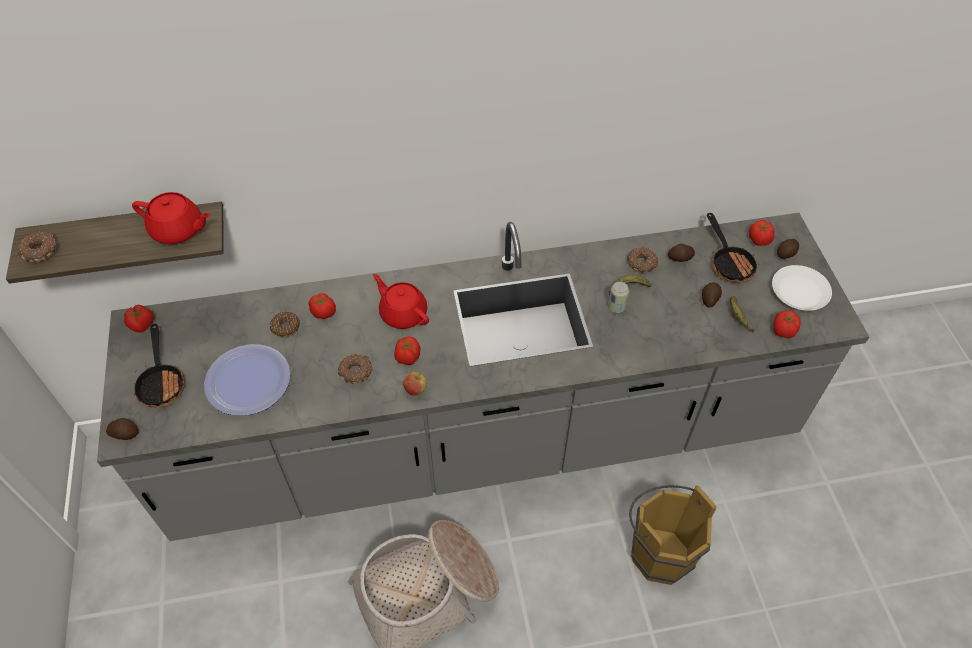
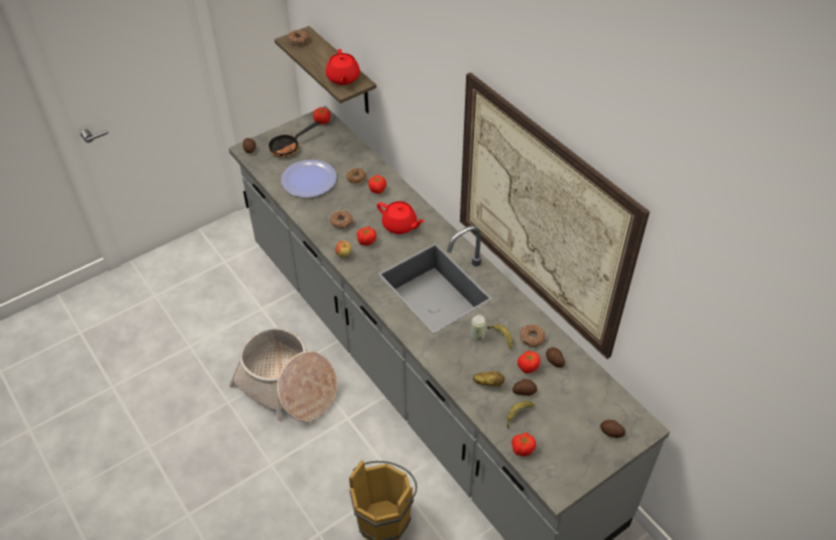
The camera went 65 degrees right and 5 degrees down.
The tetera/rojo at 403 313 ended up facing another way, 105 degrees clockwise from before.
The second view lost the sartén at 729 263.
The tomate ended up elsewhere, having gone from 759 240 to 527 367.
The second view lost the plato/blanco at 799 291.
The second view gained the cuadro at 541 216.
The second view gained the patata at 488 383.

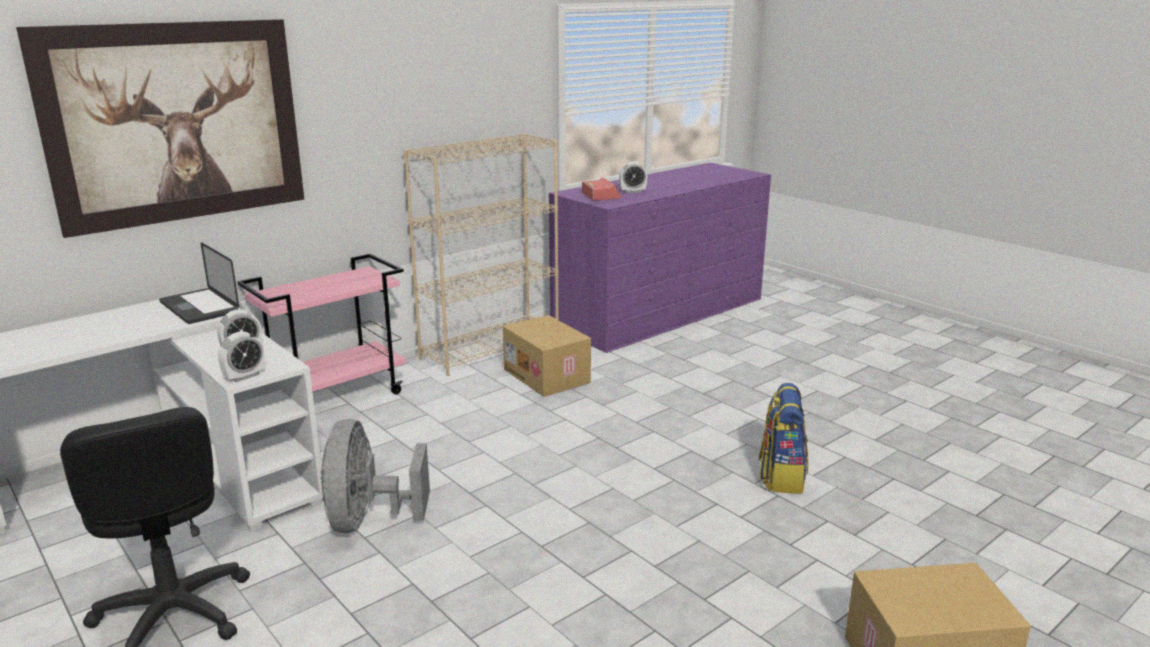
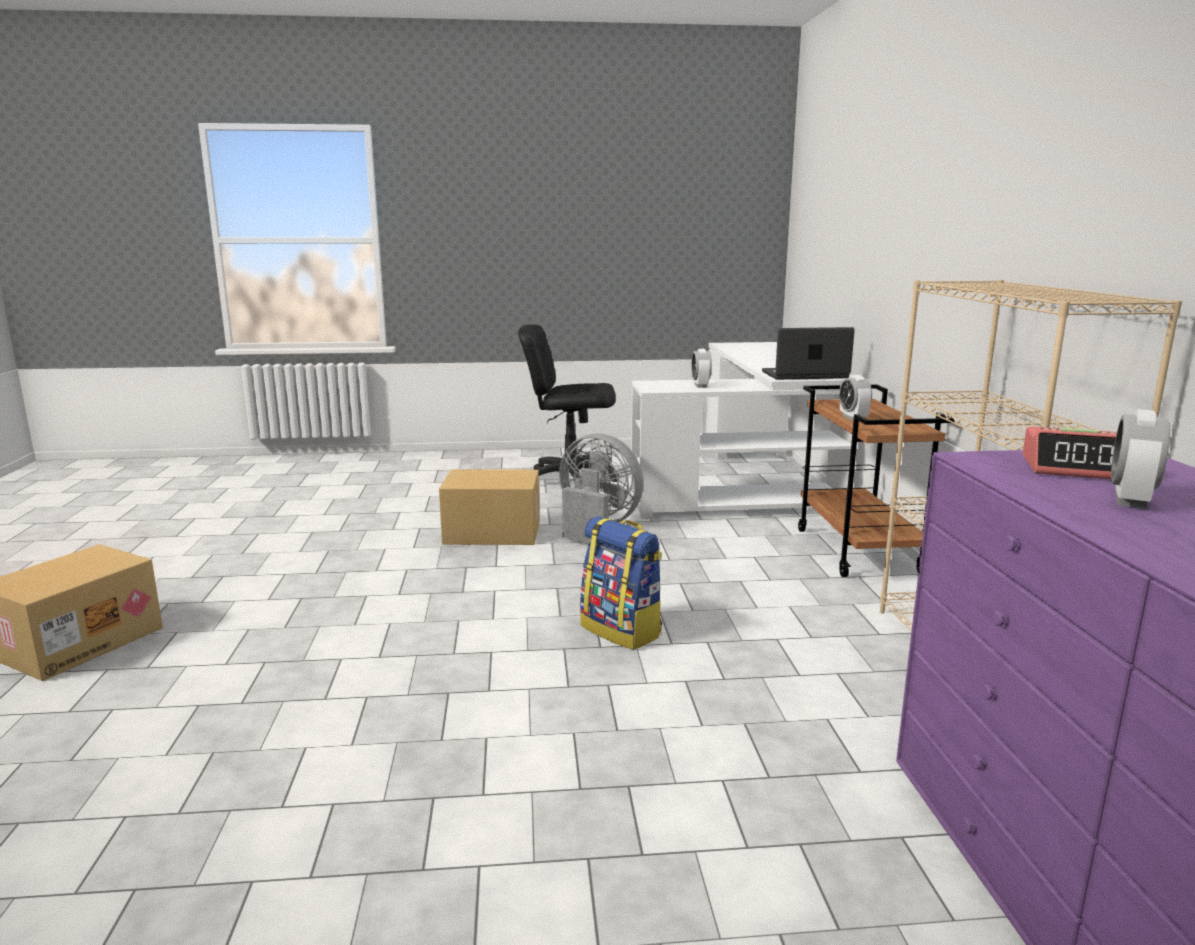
The camera went 125 degrees right and 5 degrees down.
The second view lost the cuadro at 176 123.
The despertador ended up elsewhere, having gone from 244 376 to 853 418.
What was the carrito/rosa at 336 396 turned into the carrito/marrón at 859 551.
The caja de cartón ended up elsewhere, having gone from 548 376 to 491 533.
The mochila ended up elsewhere, having gone from 781 476 to 622 631.

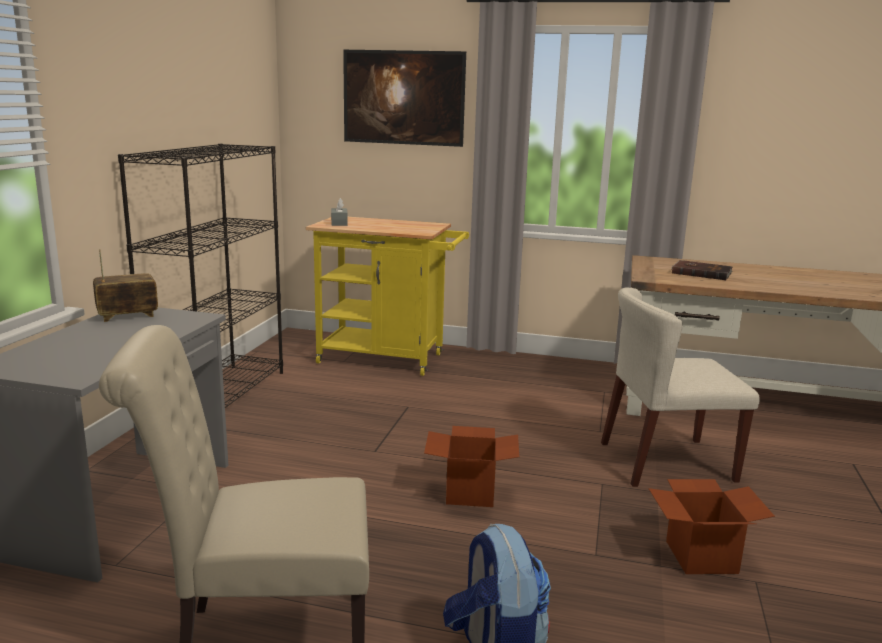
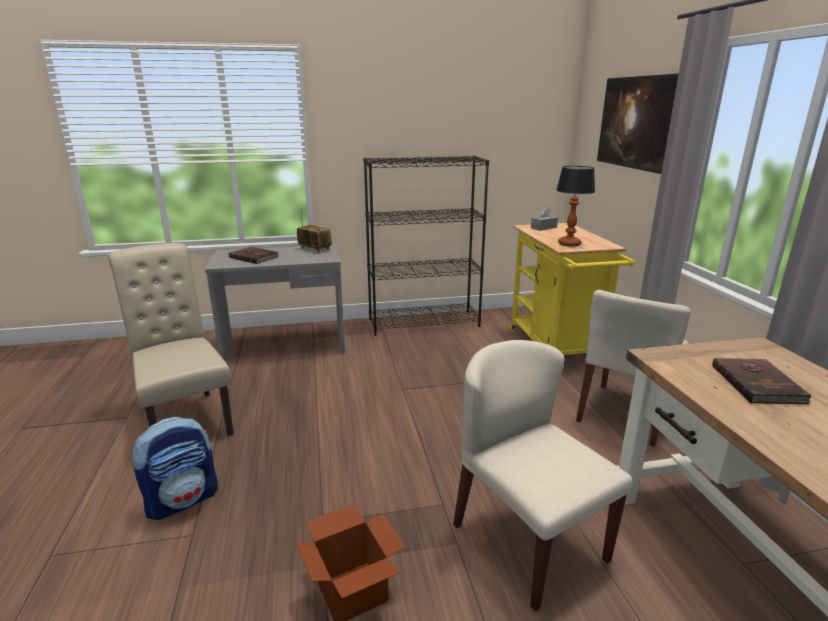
The camera went 65 degrees right and 5 degrees up.
The second view lost the caja de cartón at 470 493.
The second view gained the libro/marrón at 254 257.
The second view gained the lámpara de mesa at 568 244.
The second view gained the silla/beis at 625 414.

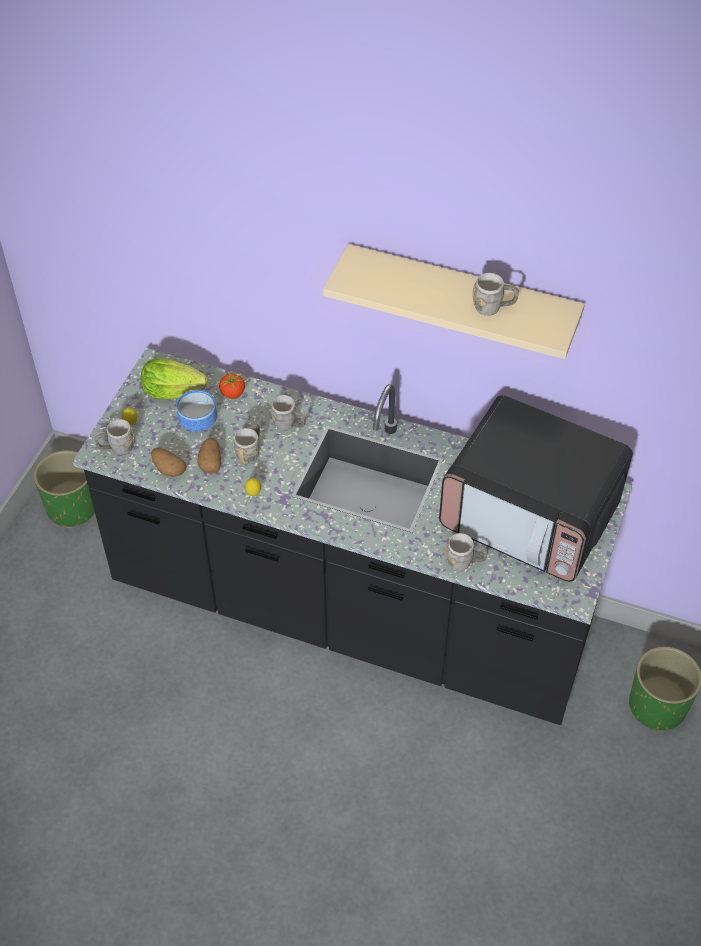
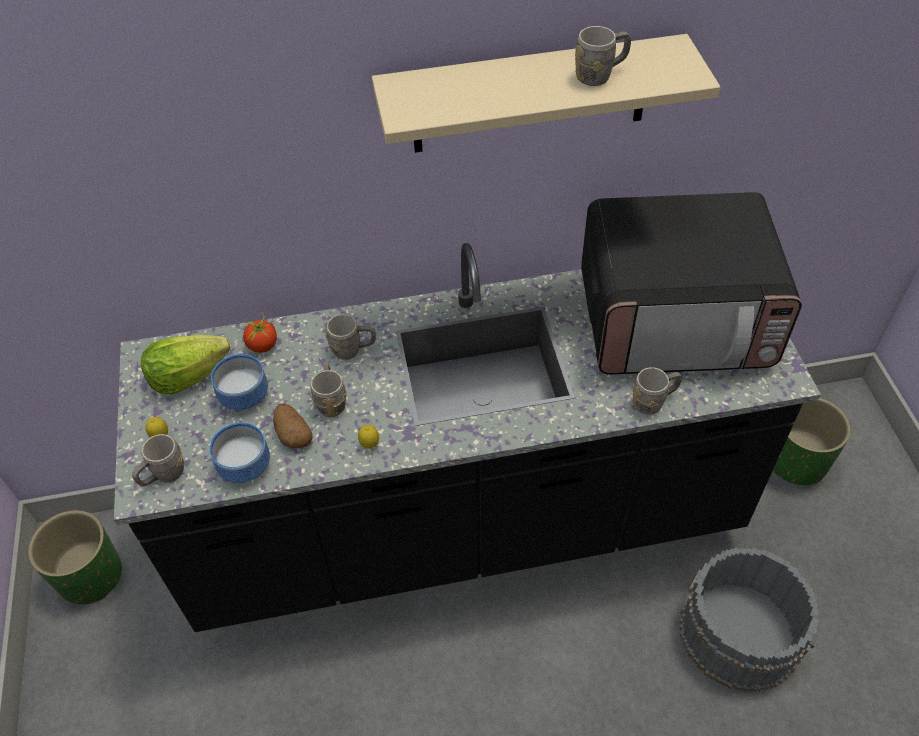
The camera went 30 degrees left and 0 degrees up.
Where the patata stood at 168 469, the cuenco came to stand at 246 467.
The second view gained the cubo/gris at 740 632.

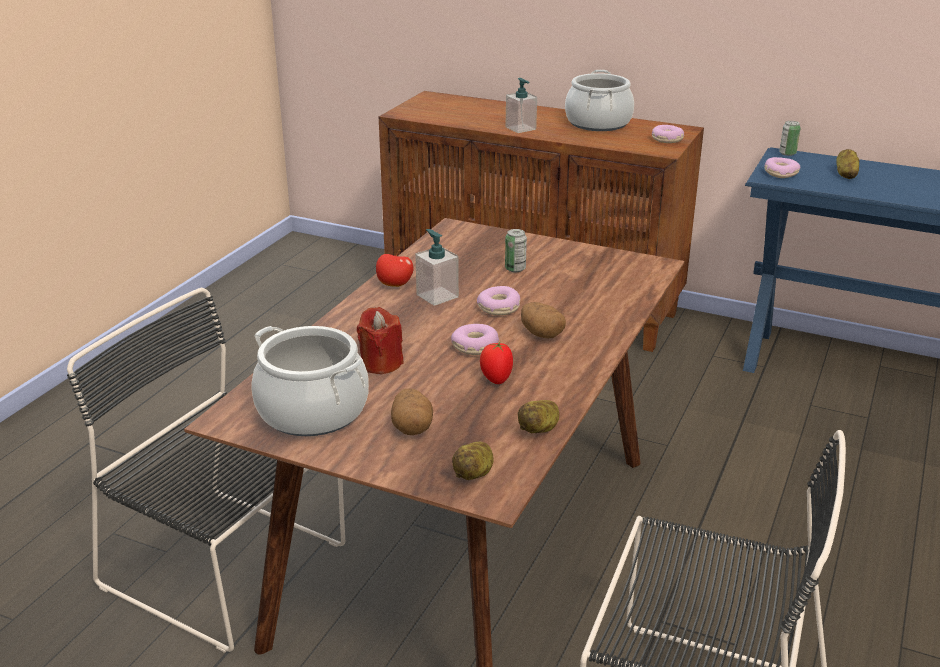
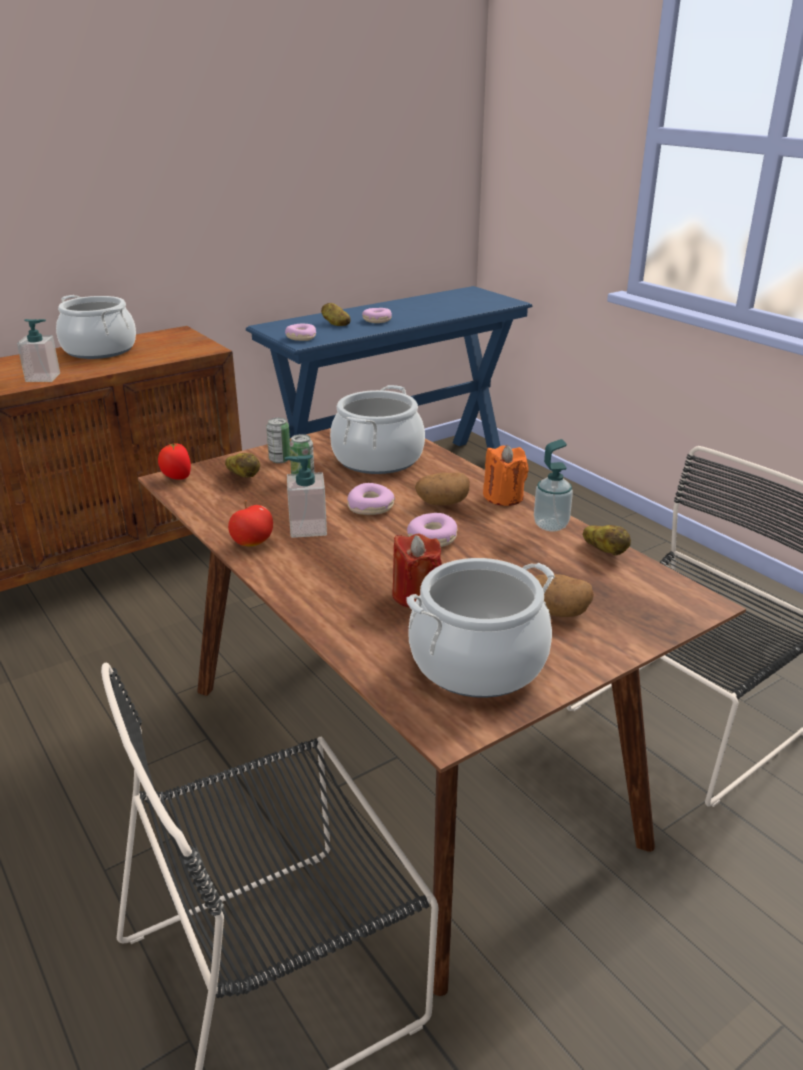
The camera went 60 degrees left and 0 degrees up.
The patata ended up elsewhere, having gone from 474 473 to 244 477.
The tomate ended up elsewhere, having gone from 496 379 to 176 478.
The rosquilla ended up elsewhere, having gone from 667 140 to 377 320.
The lata ended up elsewhere, having gone from 787 153 to 280 460.
The second view gained the olla at 378 459.
The second view gained the vela/naranja at 503 497.
The second view gained the dispensador de jabón at 550 525.

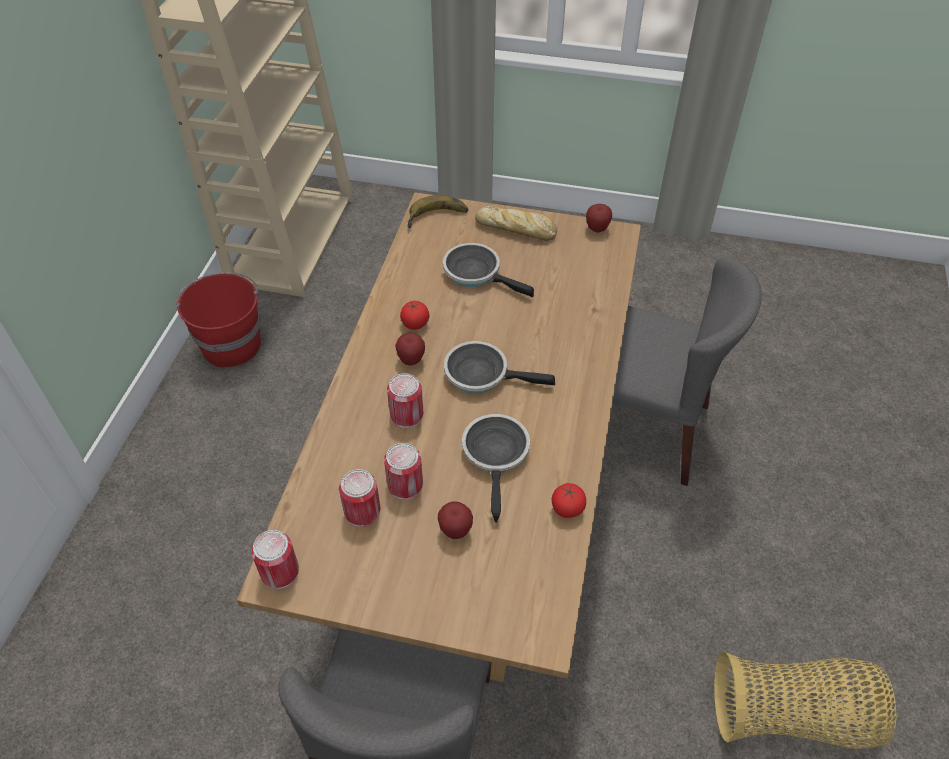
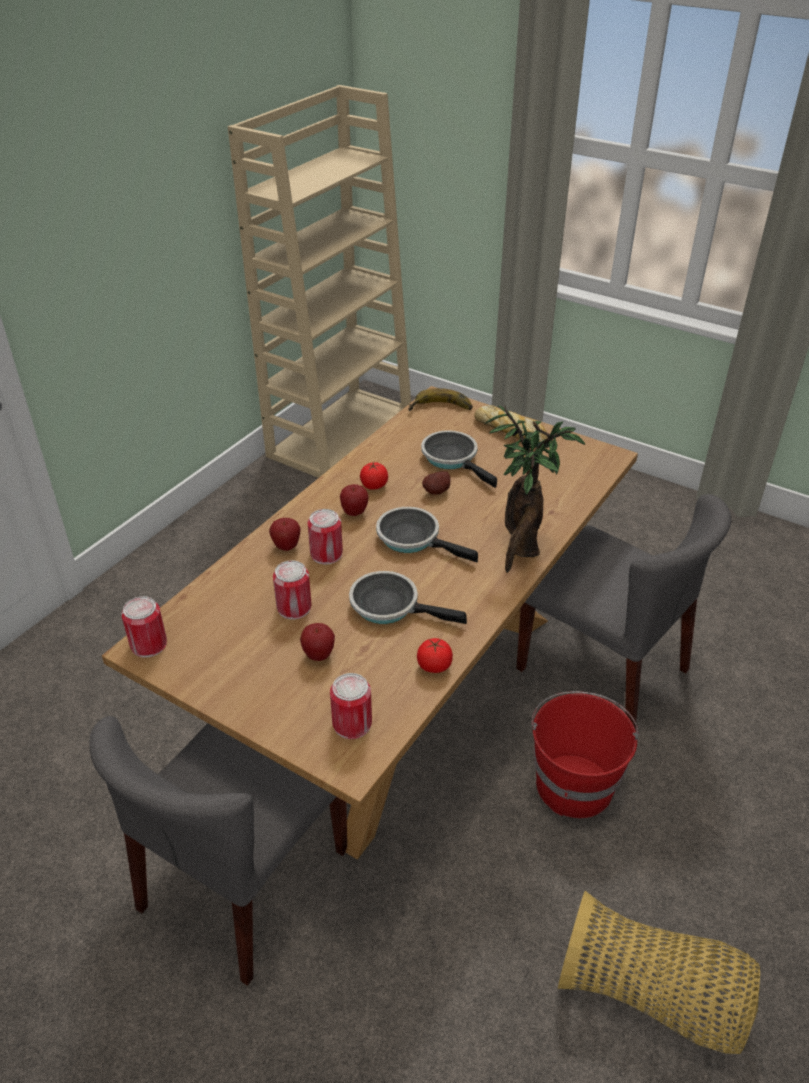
The camera went 20 degrees right and 10 degrees down.
The cubo/rojo ended up elsewhere, having gone from 231 344 to 573 784.
The lata ended up elsewhere, having gone from 362 511 to 352 724.
The sartén at 496 455 ended up facing another way, 90 degrees counterclockwise from before.
The manzana ended up elsewhere, having gone from 597 229 to 286 547.
The second view gained the patata at 438 492.
The second view gained the planta en maceta at 521 548.

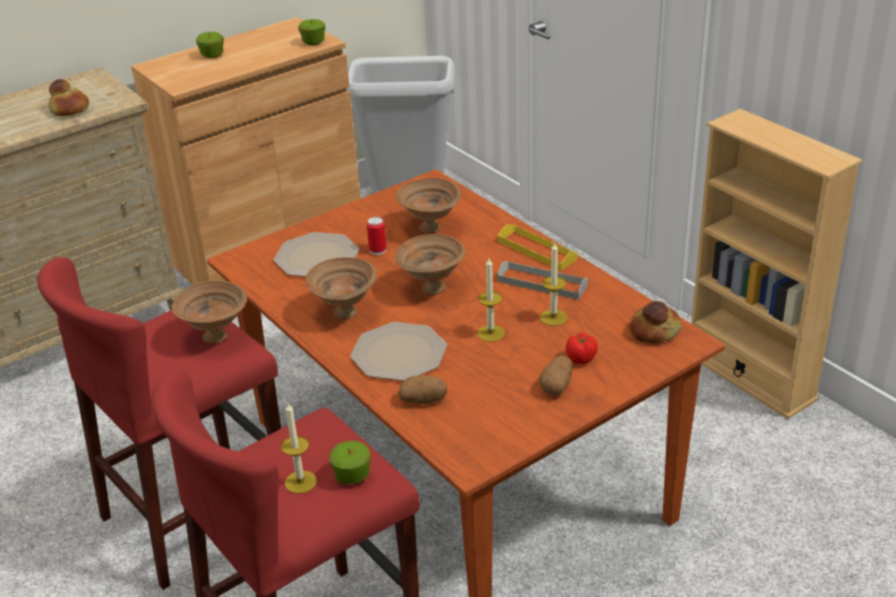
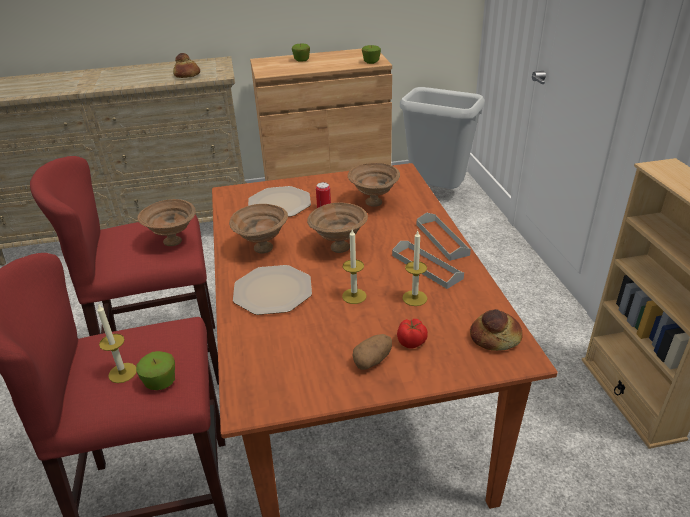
The camera went 25 degrees right and 0 degrees up.
The second view lost the patata at 424 400.
What was the bandeja/amarillo at 537 250 turned into the bandeja/gris at 442 239.

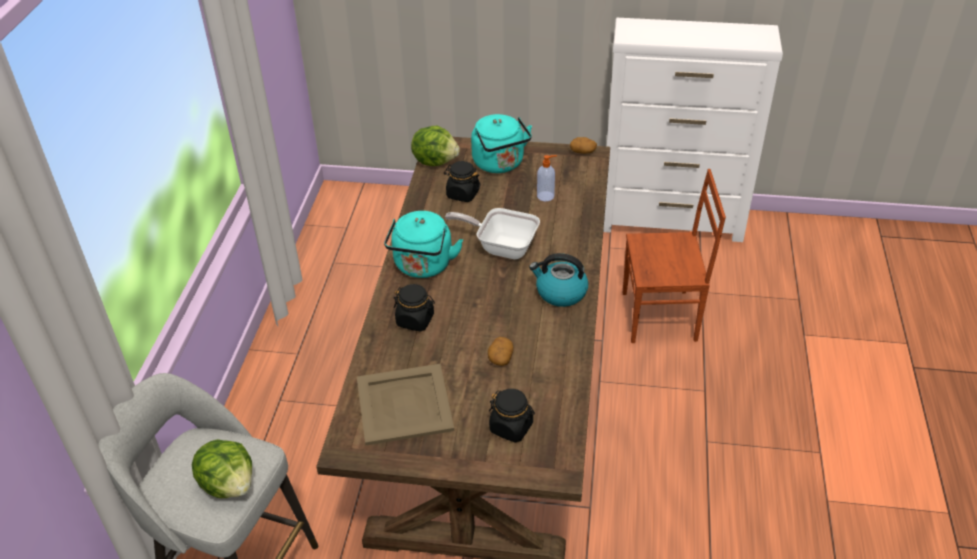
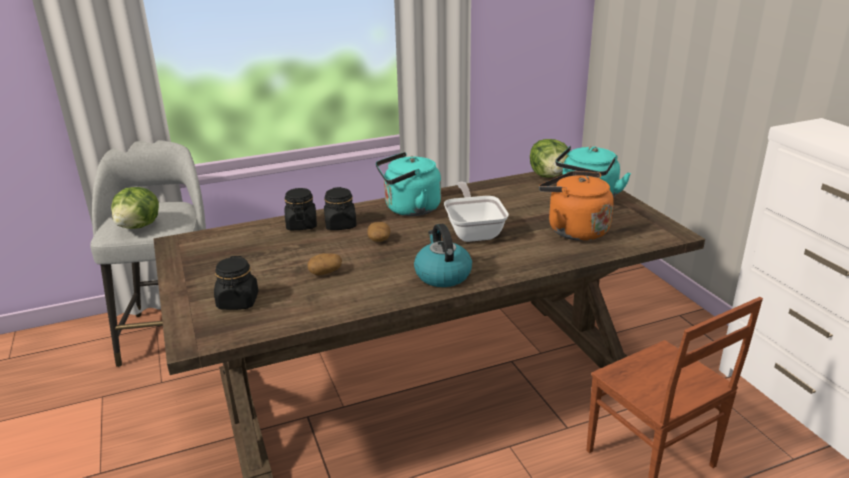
The camera went 60 degrees right and 15 degrees down.
The second view lost the bandeja/beis at 405 405.
The tarro/negro ended up elsewhere, having gone from 462 194 to 301 225.
Where the dispensador de jabón stood at 546 196, the hervidor/naranja came to stand at 574 230.
The patata ended up elsewhere, having gone from 583 151 to 379 239.

